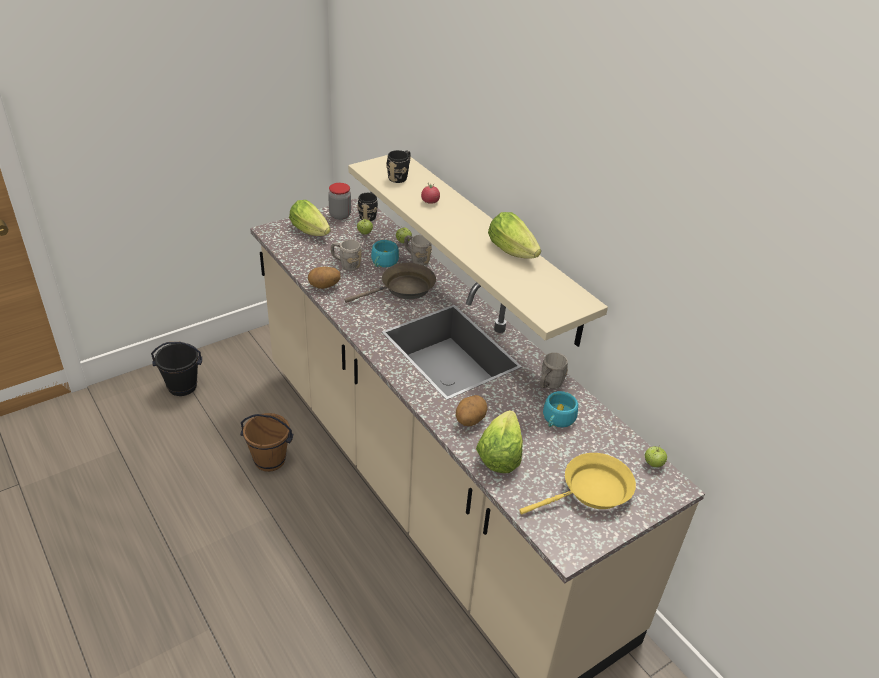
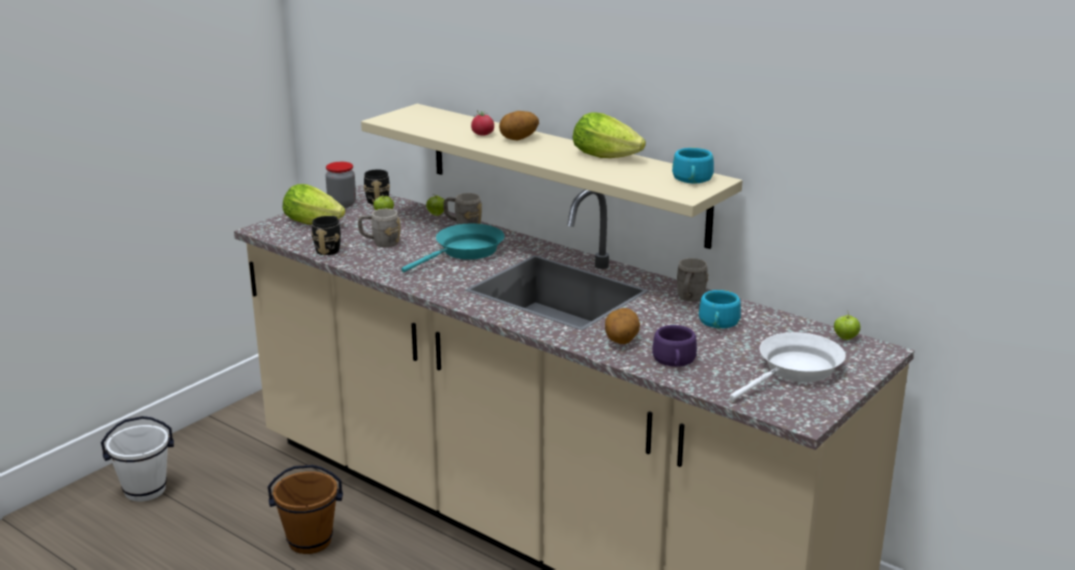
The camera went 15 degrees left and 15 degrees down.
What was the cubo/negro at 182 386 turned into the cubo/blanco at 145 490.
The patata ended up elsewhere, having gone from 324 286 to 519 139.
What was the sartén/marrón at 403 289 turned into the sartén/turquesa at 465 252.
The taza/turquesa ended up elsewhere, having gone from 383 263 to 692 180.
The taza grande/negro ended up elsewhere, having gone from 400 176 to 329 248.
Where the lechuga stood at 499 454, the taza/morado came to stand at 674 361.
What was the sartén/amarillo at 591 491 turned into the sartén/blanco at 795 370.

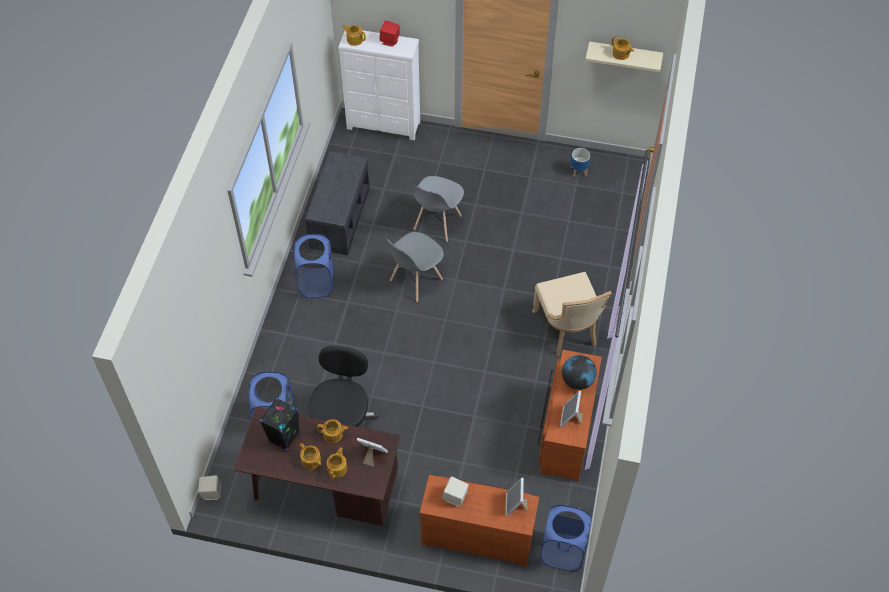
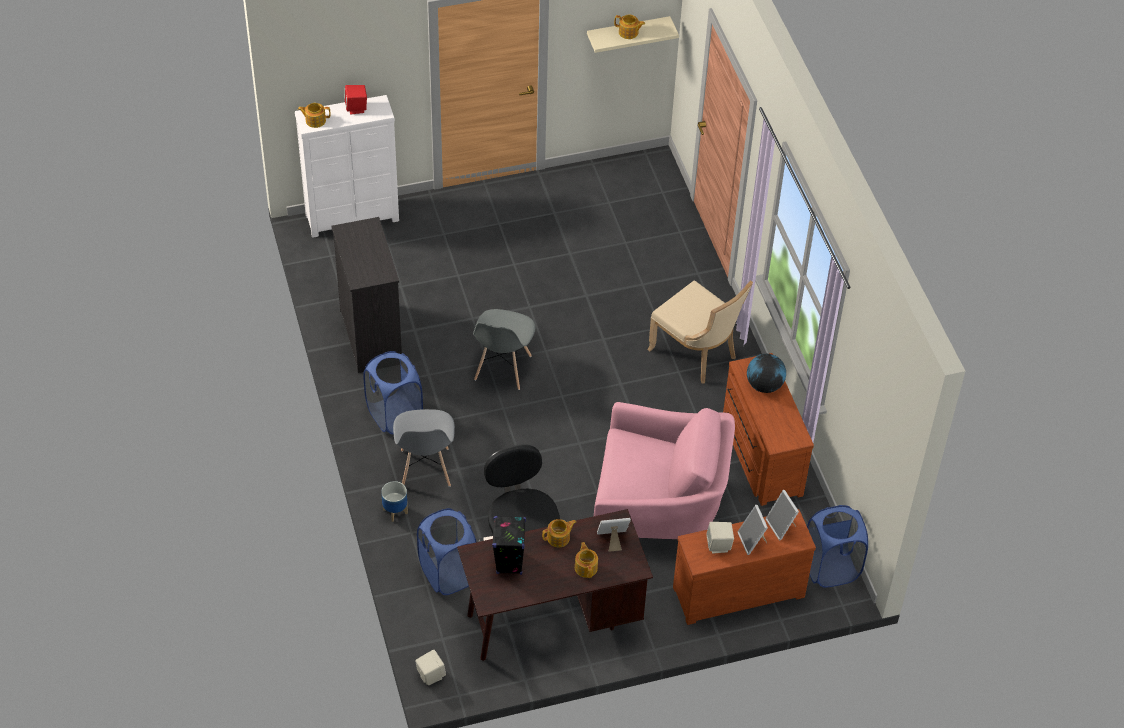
The camera went 30 degrees left and 5 degrees down.
The second view lost the tetera at 311 461.
Where the banco/gris stood at 339 217, the cómoda/negro came to stand at 371 336.
The silla/gris ended up elsewhere, having gone from 437 223 to 425 469.
The portarretratos ended up elsewhere, having gone from 570 418 to 752 541.
The maceta ended up elsewhere, having gone from 579 171 to 395 511.
The second view gained the sillón/rosa at 658 506.

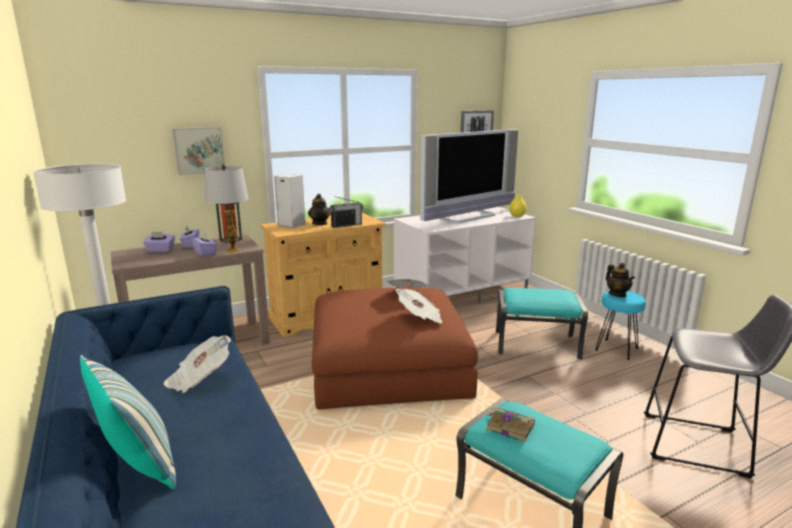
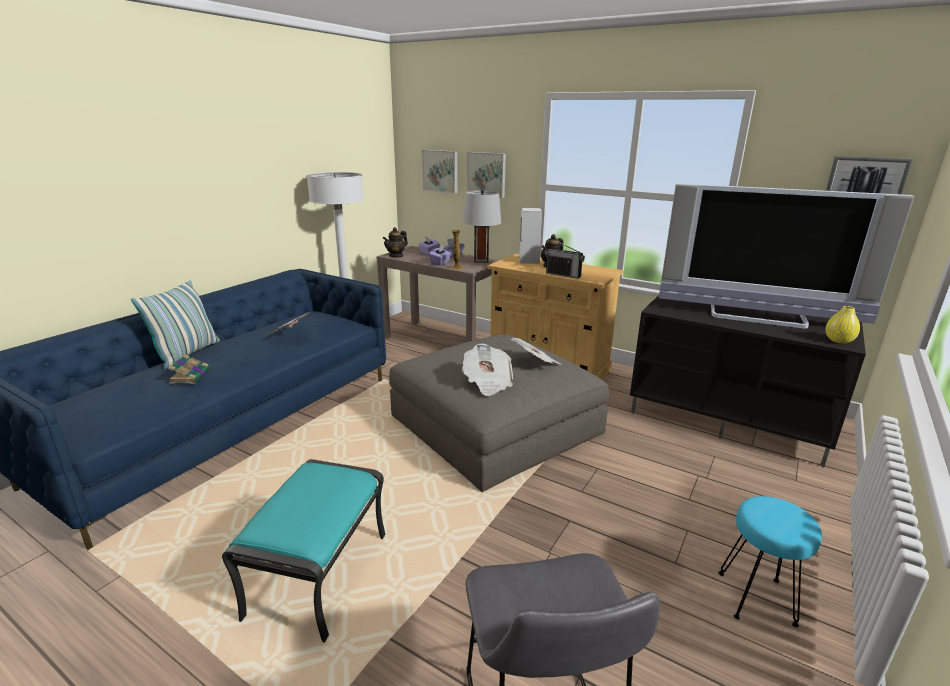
The camera went 60 degrees right and 5 degrees up.
What was the puf/marrón at 388 365 turned into the puf/gris at 495 424.
What was the mueble de televisión/blanco at 462 292 turned into the mueble de televisión/negro at 728 418.
The libro ended up elsewhere, having gone from 509 427 to 191 376.
The second view lost the puf/turquesa at 537 344.
The tetera ended up elsewhere, having gone from 617 294 to 396 255.
The second view gained the cuadro at 441 171.

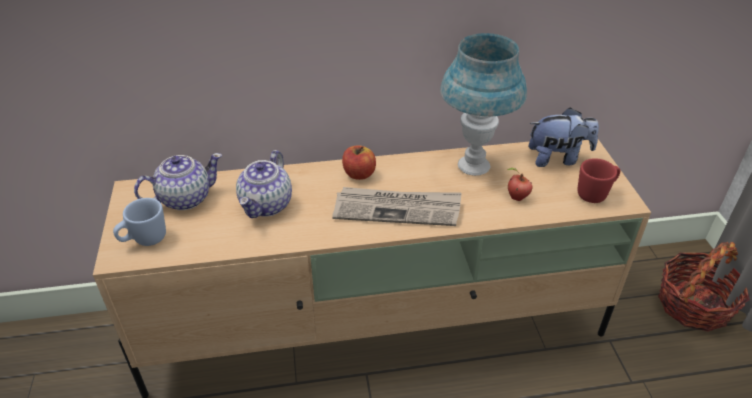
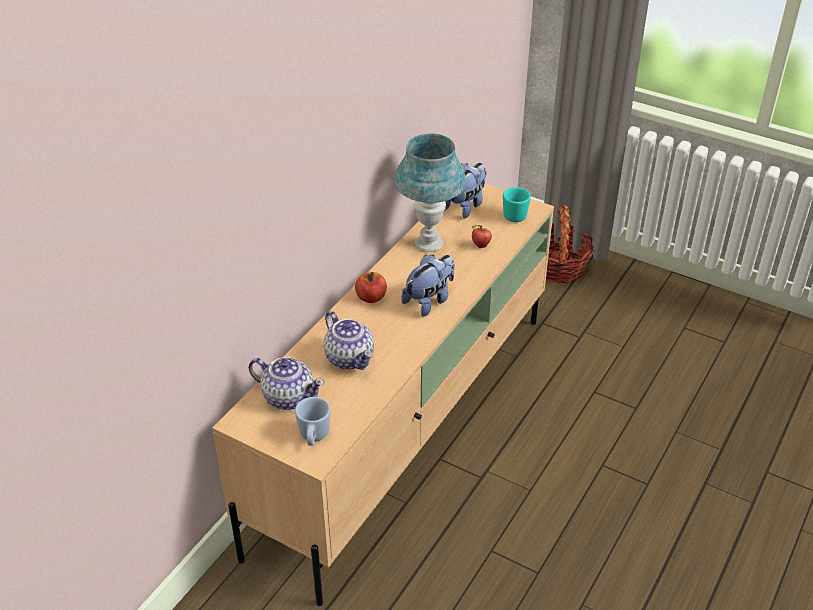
The camera went 50 degrees left and 0 degrees up.
The tetera at 184 198 ended up facing another way, 105 degrees clockwise from before.
Where the periódico stood at 397 209, the peluche came to stand at 429 300.
What was the taza grande/rojo at 596 194 turned into the taza grande/turquesa at 515 214.

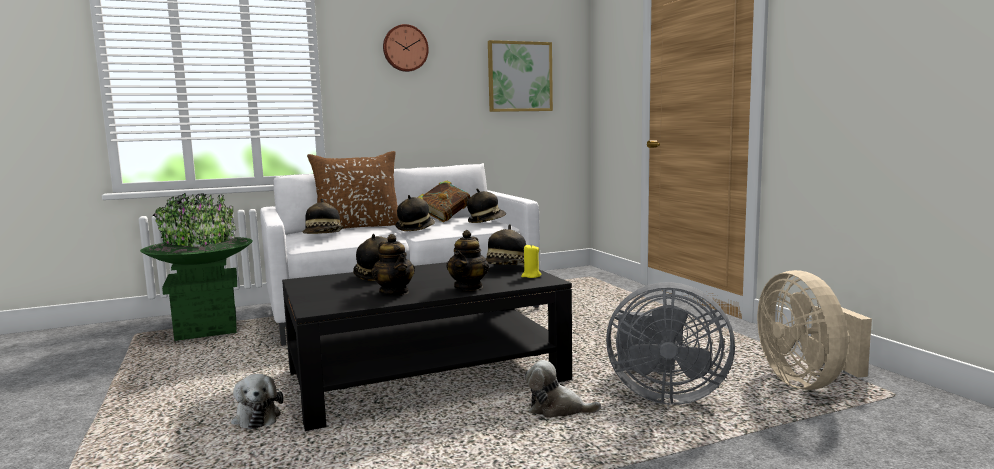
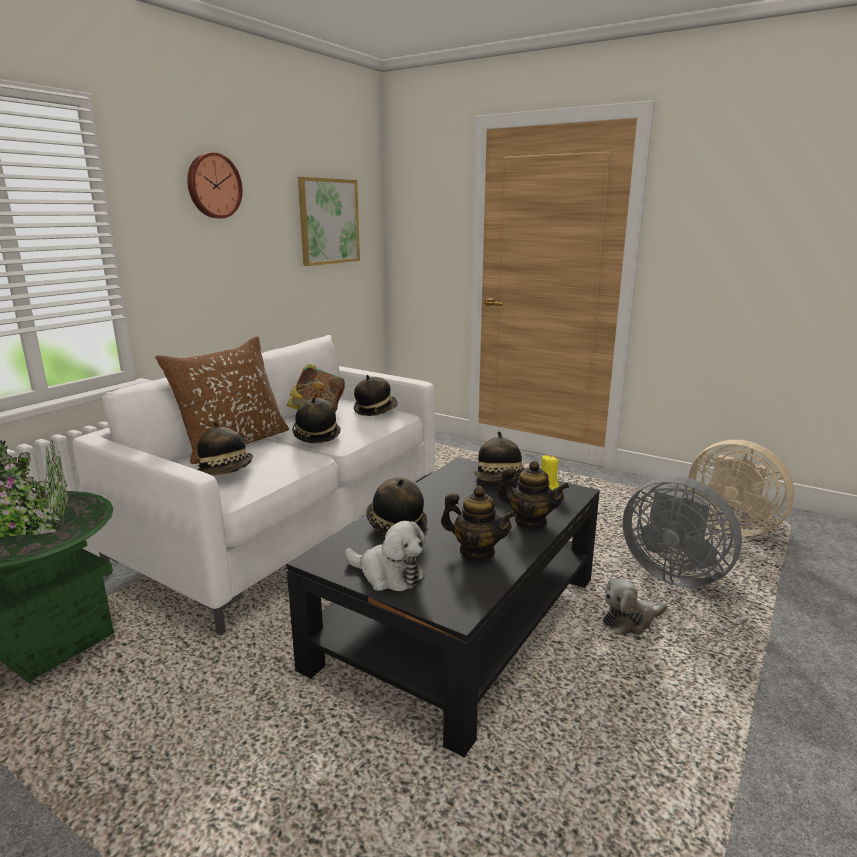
The camera went 35 degrees left and 10 degrees up.
The peluche ended up elsewhere, having gone from 256 418 to 388 575.
The tetera at 469 287 ended up facing another way, 45 degrees counterclockwise from before.
The ventilador/gris at 663 395 ended up facing another way, 60 degrees clockwise from before.

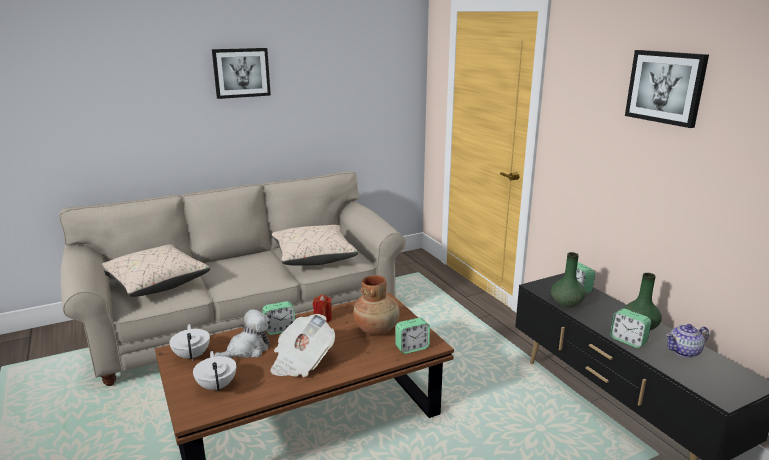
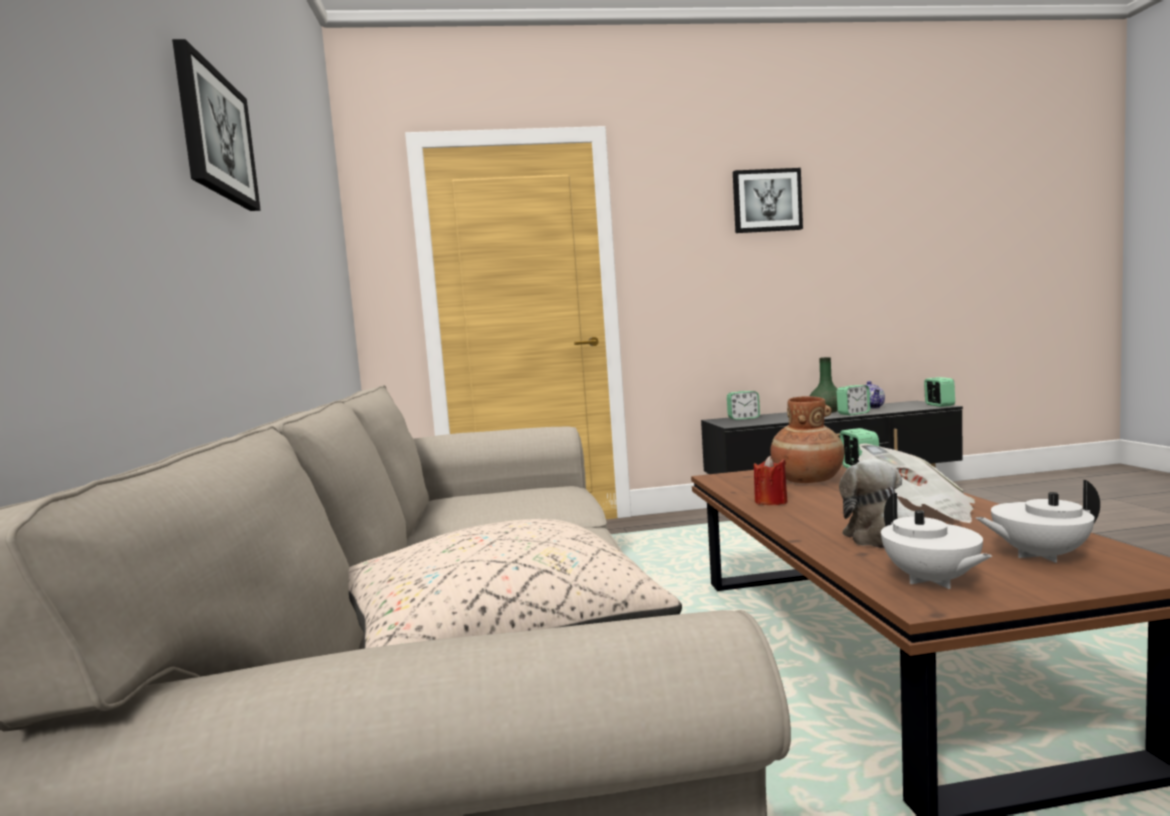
The camera went 70 degrees left and 15 degrees down.
The tetera/blanco at 192 355 ended up facing another way, 105 degrees counterclockwise from before.
The despertador ended up elsewhere, having gone from 280 330 to 939 405.
The second view lost the cojín/beis at 313 257.
The second view lost the florero/verde at 567 303.

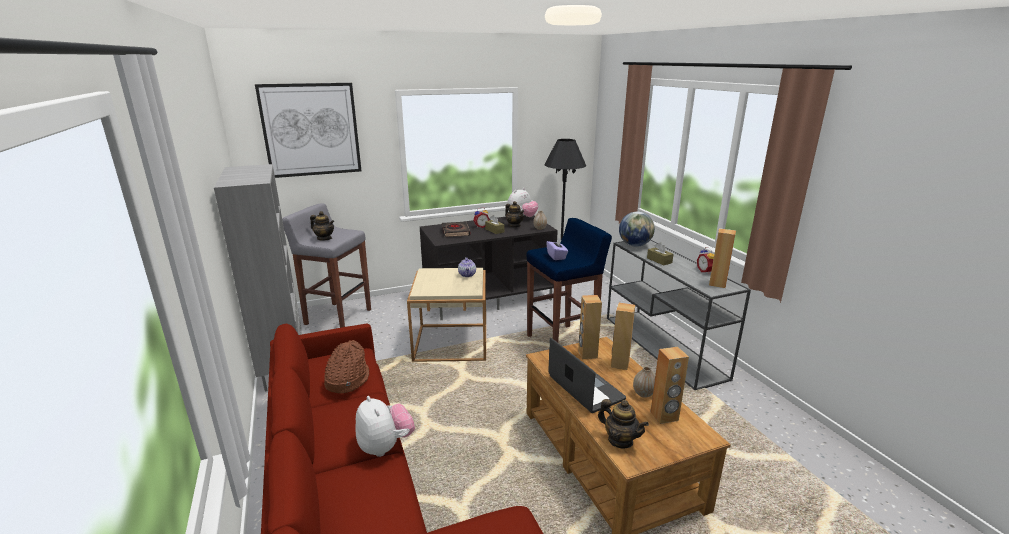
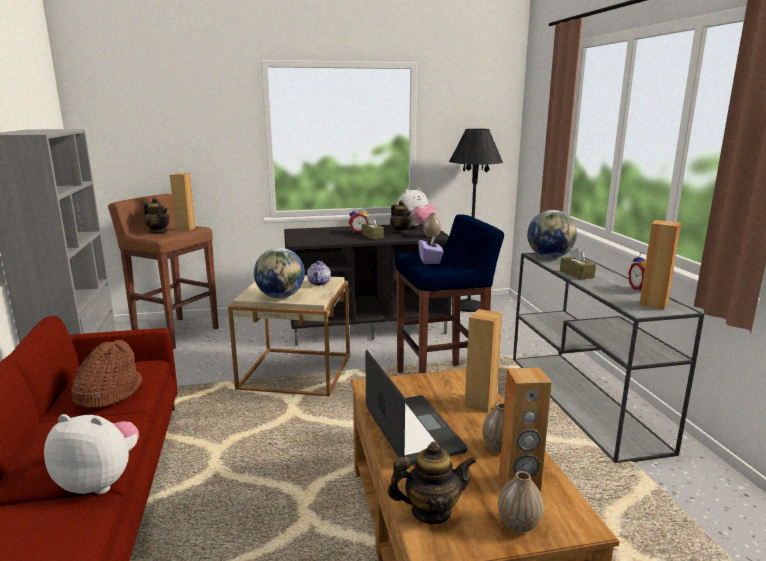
The camera went 10 degrees right and 5 degrees down.
The second view lost the cuadro at 311 130.
What was the taburete/gris at 337 317 turned into the taburete/marrón at 175 333.
The peluche at 385 446 ended up facing another way, 60 degrees counterclockwise from before.
The second view lost the libro/negro at 455 232.
The altavoz/marrón ended up elsewhere, having gone from 587 354 to 185 229.
The tetera at 620 440 ended up facing another way, 60 degrees counterclockwise from before.
The second view gained the globo terráqueo at 281 296.
The second view gained the florero at 518 524.

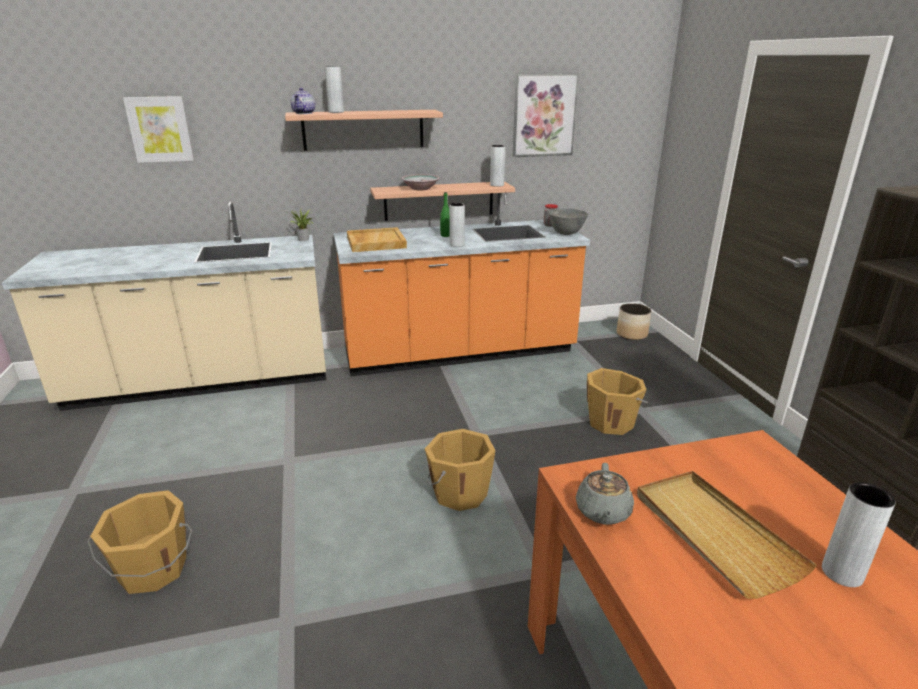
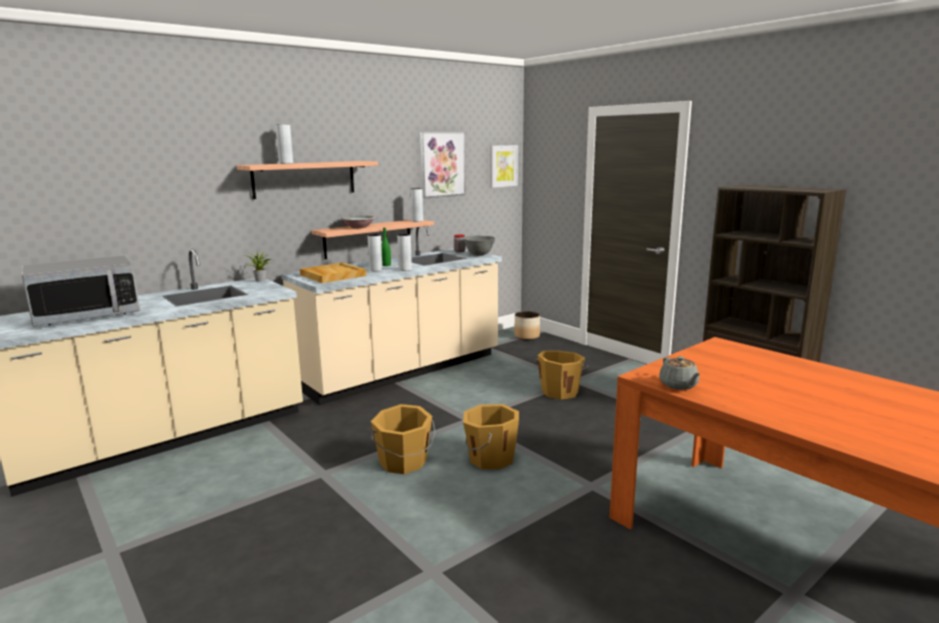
The camera went 25 degrees left and 10 degrees down.
The cubo/naranja ended up elsewhere, having gone from 153 570 to 403 462.
The cuadro ended up elsewhere, having gone from 160 129 to 503 166.
The second view lost the tetera at 304 113.
What was the mueble bajo de cocina/naranja at 459 353 turned into the mueble bajo de cocina/beis at 402 371.
The second view lost the bandeja/beis at 714 533.
The florero/gris ended up elsewhere, having gone from 842 573 to 376 270.
The second view gained the microondas at 87 315.

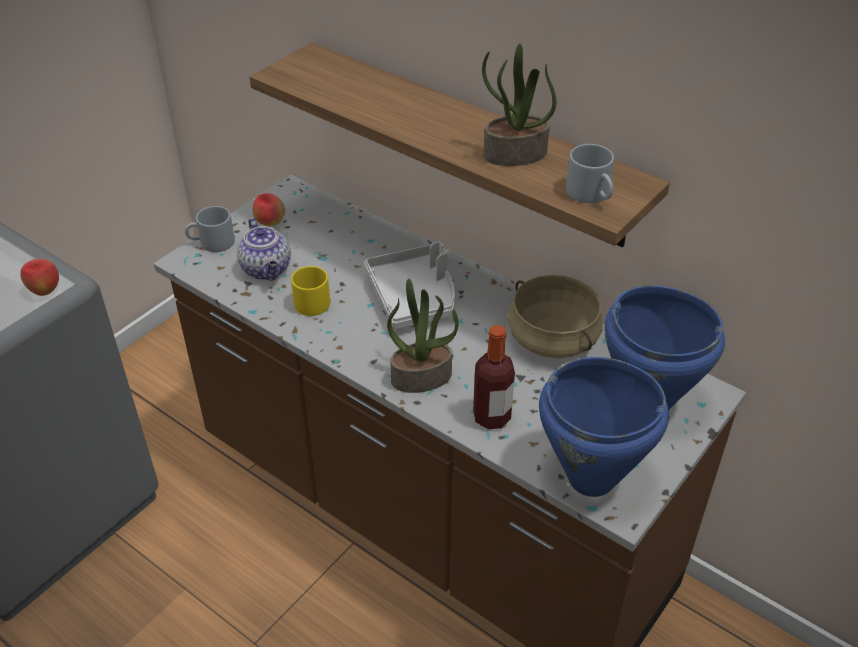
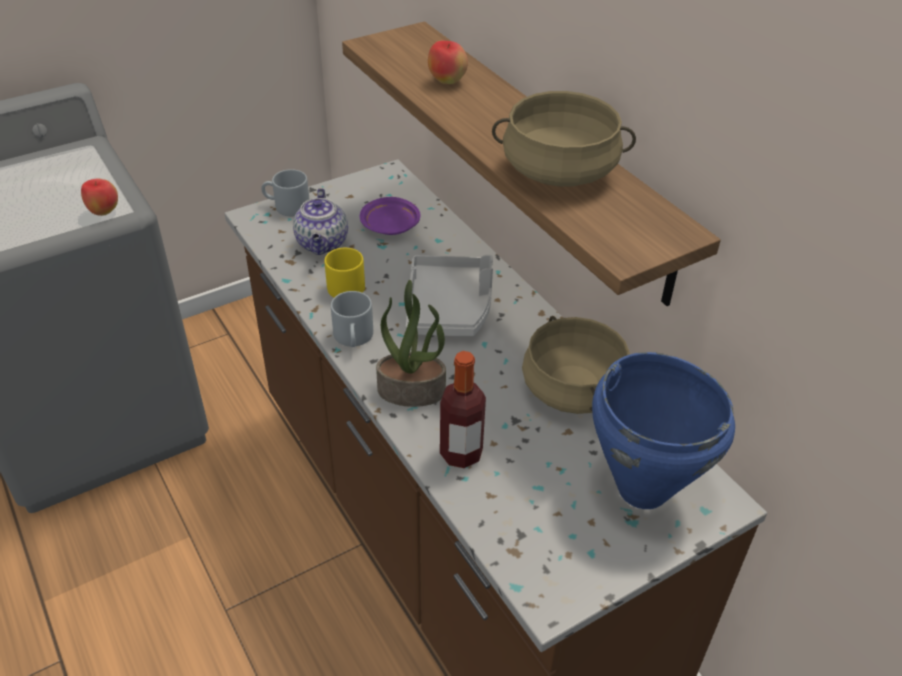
The camera went 20 degrees right and 0 degrees up.
The manzana ended up elsewhere, having gone from 270 223 to 447 81.
Where the planta en maceta stood at 514 155, the olla/beis came to stand at 558 171.
The second view lost the olla/azul at 591 479.
The taza grande/gris ended up elsewhere, having gone from 592 195 to 354 338.
The second view gained the plato/morado at 390 226.

